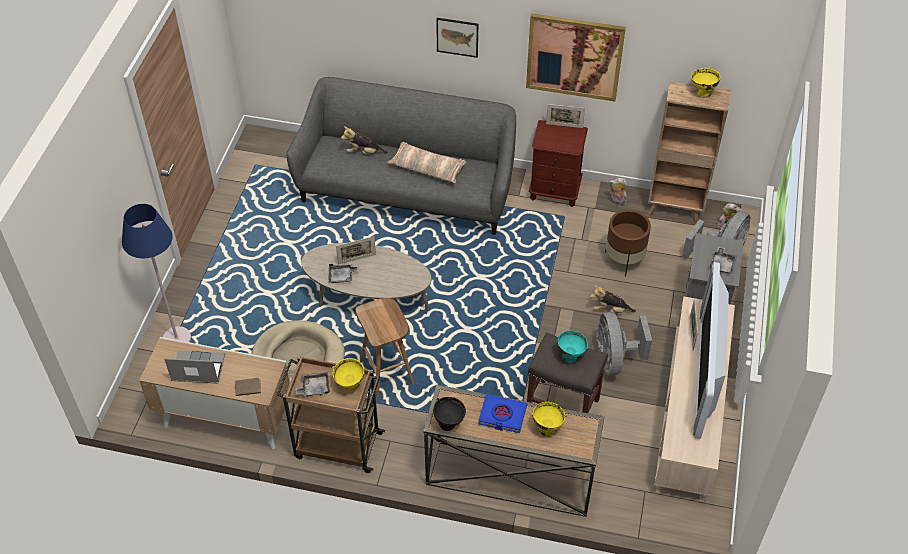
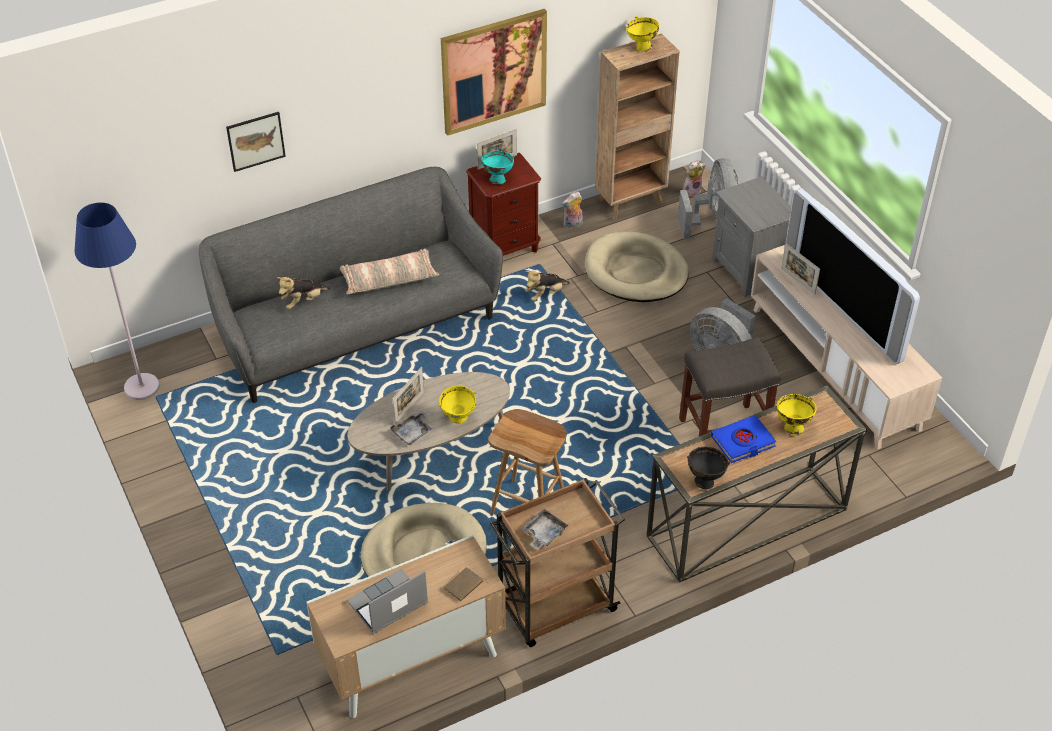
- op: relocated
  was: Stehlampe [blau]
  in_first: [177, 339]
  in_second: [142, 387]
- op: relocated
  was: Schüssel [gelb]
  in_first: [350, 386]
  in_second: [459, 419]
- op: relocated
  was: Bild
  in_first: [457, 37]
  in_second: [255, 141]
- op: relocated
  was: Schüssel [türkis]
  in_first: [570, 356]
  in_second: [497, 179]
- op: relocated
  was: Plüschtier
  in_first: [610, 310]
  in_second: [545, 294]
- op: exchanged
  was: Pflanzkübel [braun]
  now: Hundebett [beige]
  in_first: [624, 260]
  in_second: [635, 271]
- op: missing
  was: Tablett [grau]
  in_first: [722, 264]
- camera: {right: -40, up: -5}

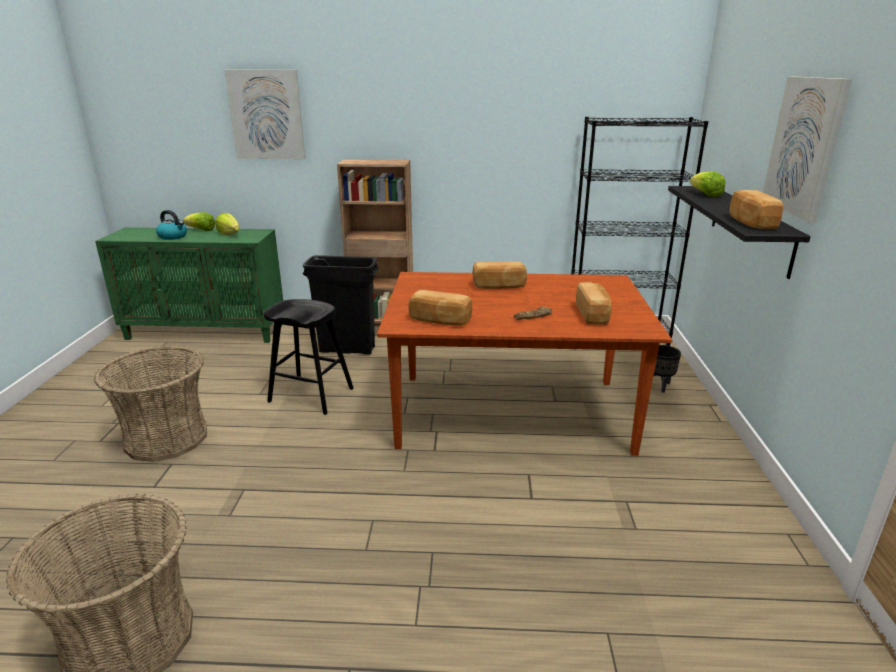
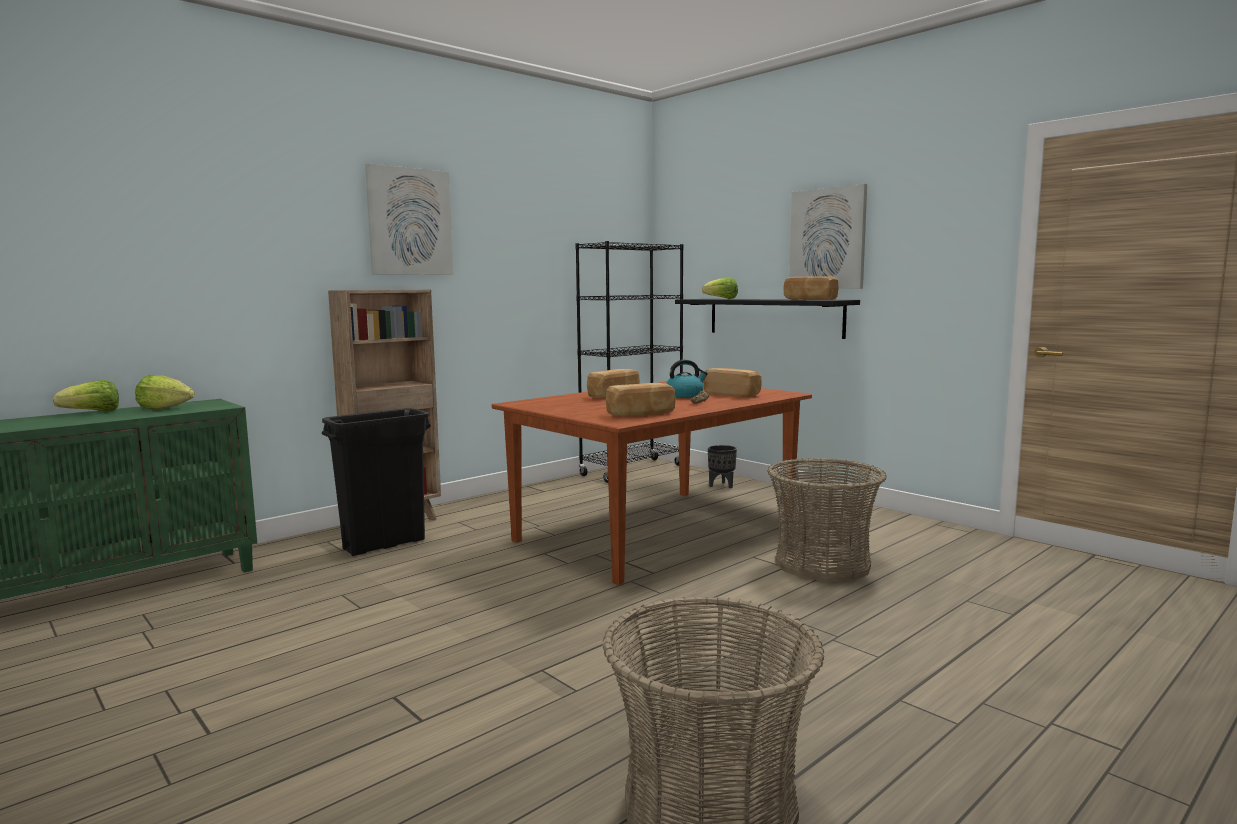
- op: relocated
  was: Korb
  in_first: [167, 438]
  in_second: [822, 564]
- op: relocated
  was: Wasserkessel
  in_first: [173, 237]
  in_second: [685, 395]
- op: relocated
  was: Bild
  in_first: [266, 115]
  in_second: [409, 221]
- op: missing
  was: Hocker [schwarz]
  in_first: [311, 395]
- camera: {right: -45, up: -15}

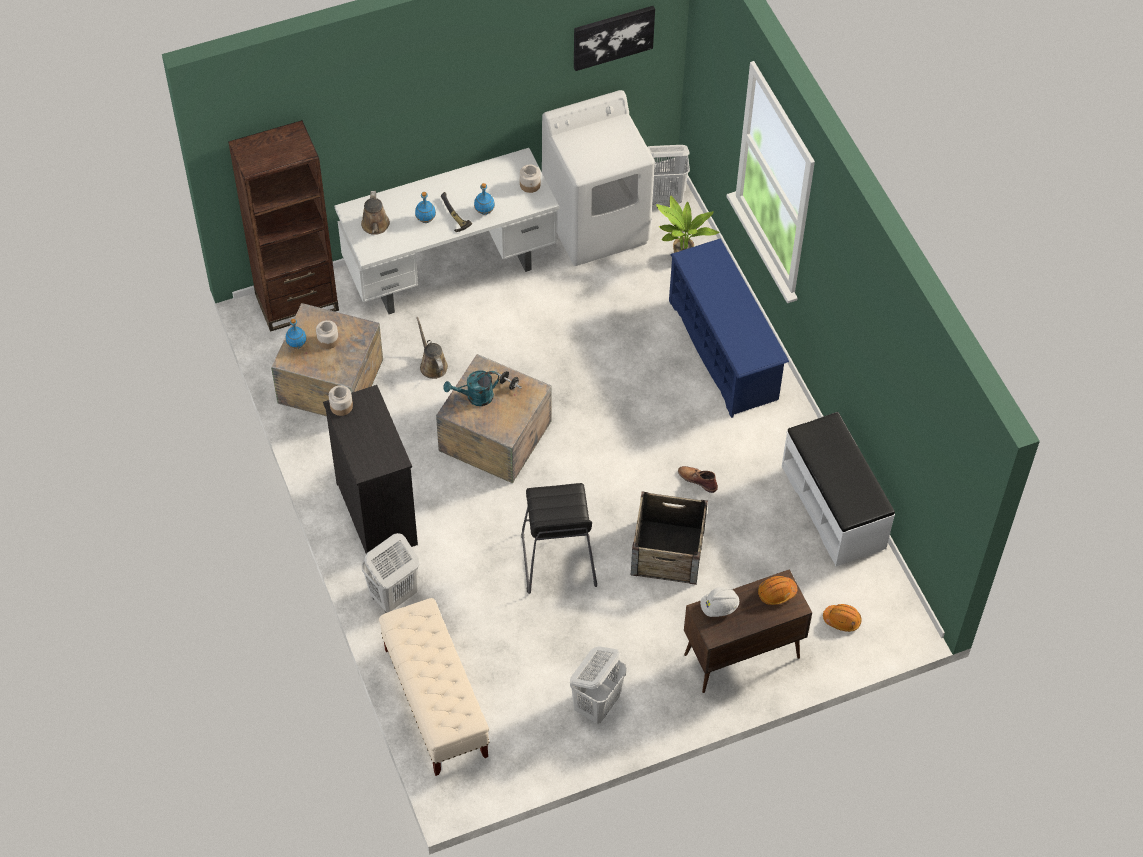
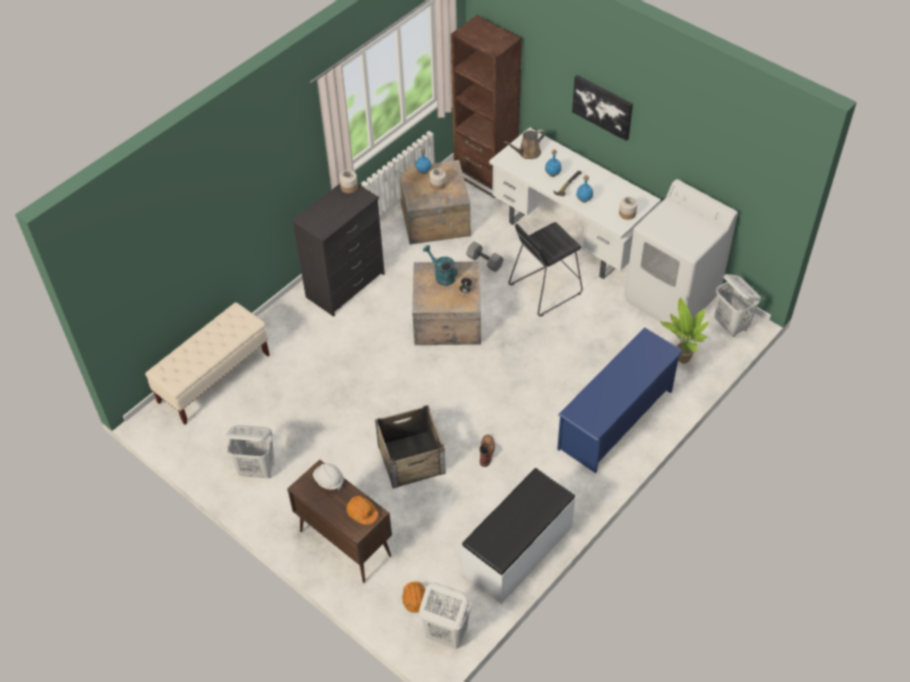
- op: relocated
  was: Wäschekorb [weiß]
  in_first: [393, 596]
  in_second: [446, 634]
- op: exchanged
  was: Gießkanne [braun]
  now: Hantel [grau]
  in_first: [432, 364]
  in_second: [484, 262]
- op: relocated
  was: Hocker [schwarz]
  in_first: [558, 560]
  in_second: [545, 289]
- op: relocated
  was: Bild
  in_first: [613, 36]
  in_second: [603, 106]
- camera: {right: 65, up: -5}

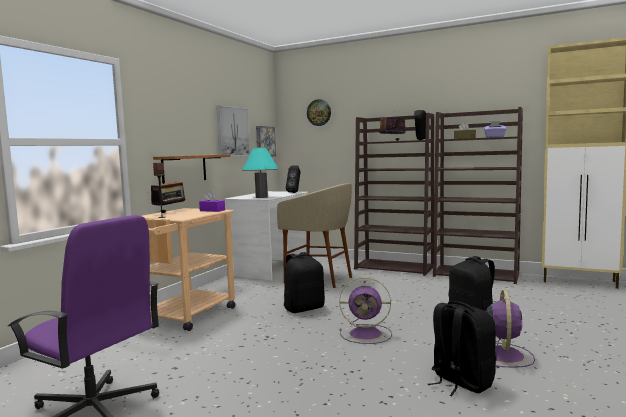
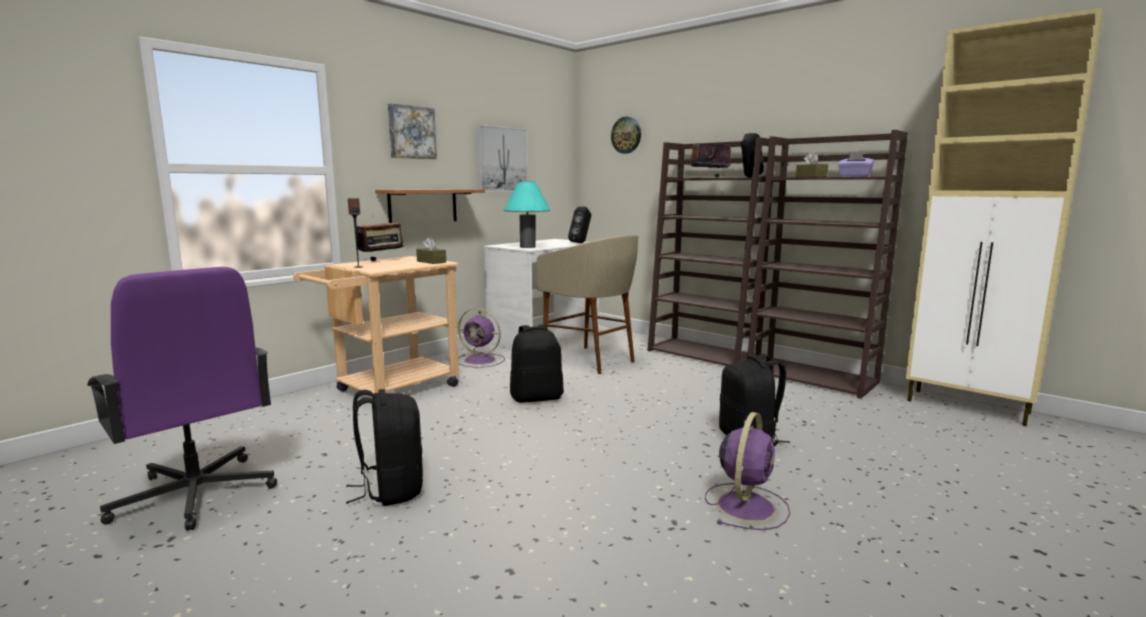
- op: colour
  was: Taschentuchbox [lila]
  now: Taschentuchbox [braun]
  in_first: [212, 210]
  in_second: [431, 262]
- op: relocated
  was: Bild
  in_first: [264, 141]
  in_second: [411, 132]
- op: relocated
  was: Ventilator [lila]
  in_first: [367, 334]
  in_second: [481, 360]
- op: relocated
  was: Rucksack [schwarz]
  in_first: [460, 382]
  in_second: [391, 490]
- camera: {right: 15, up: 5}

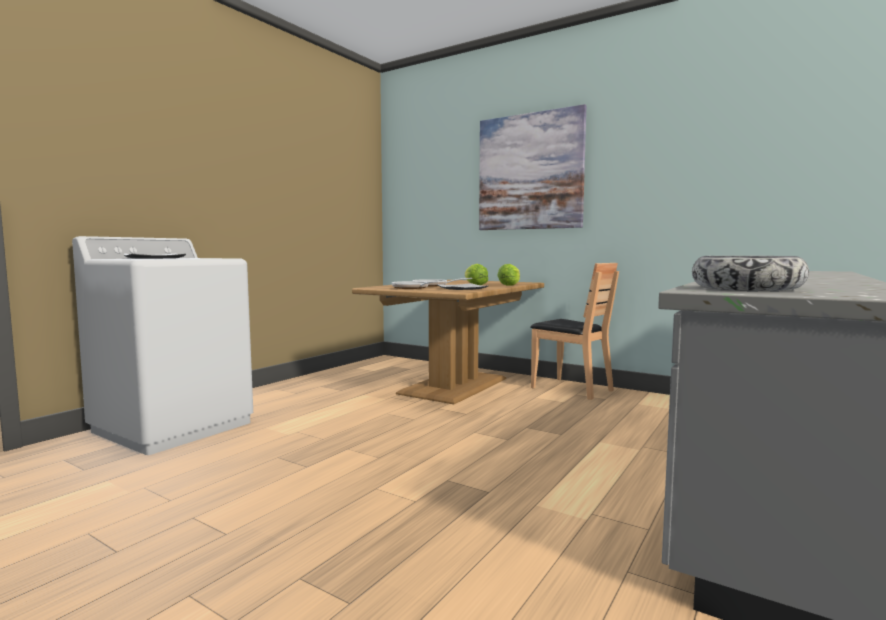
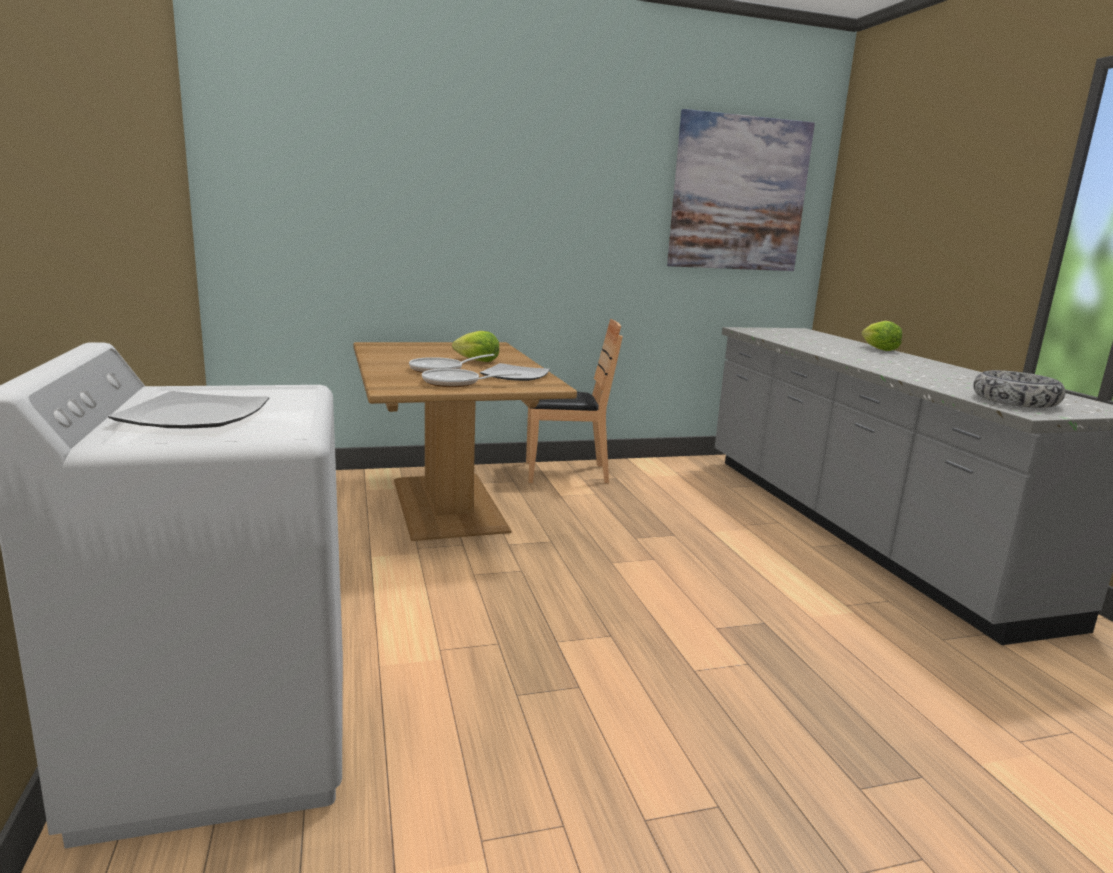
- op: relocated
  was: Bild
  in_first: [530, 172]
  in_second: [739, 194]
- op: relocated
  was: Salatkopf
  in_first: [510, 285]
  in_second: [878, 349]
- camera: {right: -50, up: 10}

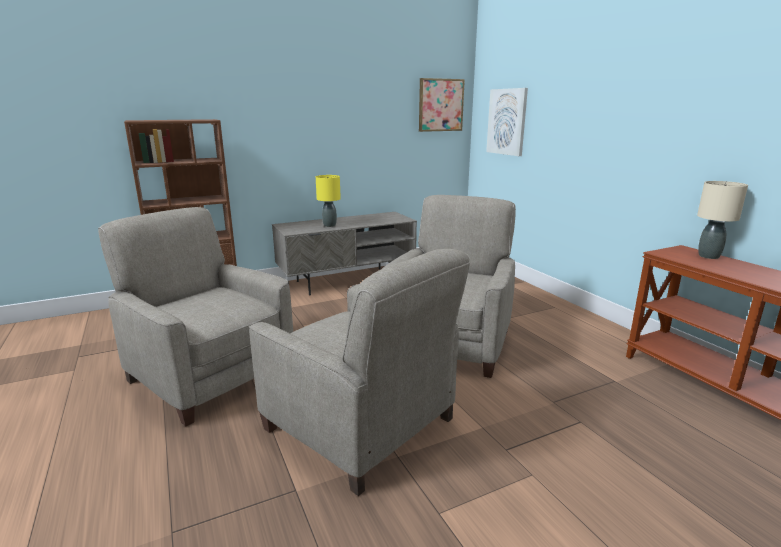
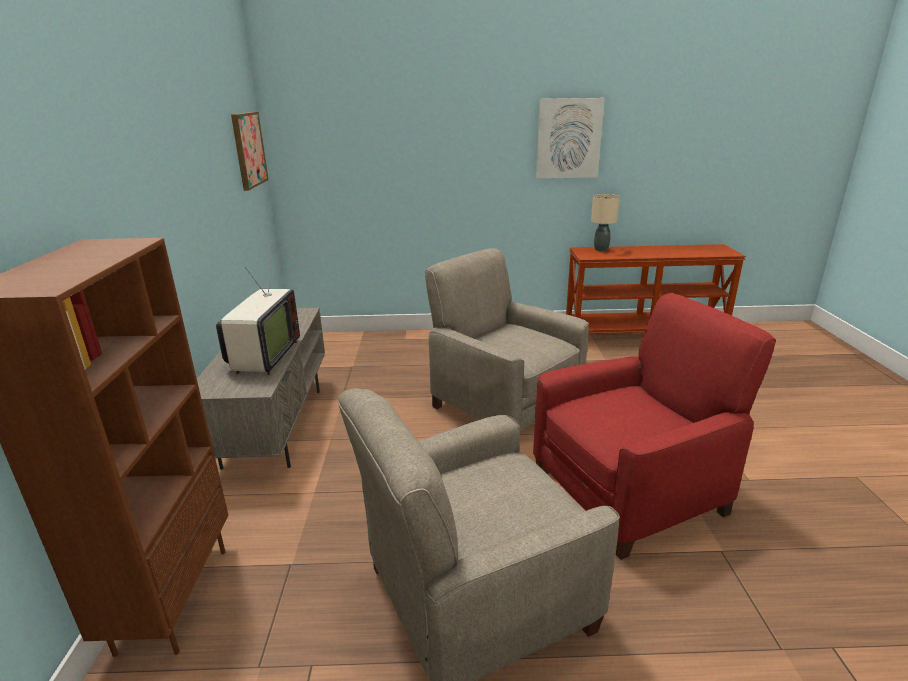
- op: colour
  was: Sessel [beige]
  now: Sessel [rot]
  in_first: [361, 425]
  in_second: [630, 491]
- op: exchanged
  was: Tischlampe [gelb]
  now: Fernseher
  in_first: [329, 225]
  in_second: [263, 357]
- op: relocated
  was: Bild
  in_first: [507, 122]
  in_second: [568, 138]
- camera: {right: -65, up: 5}

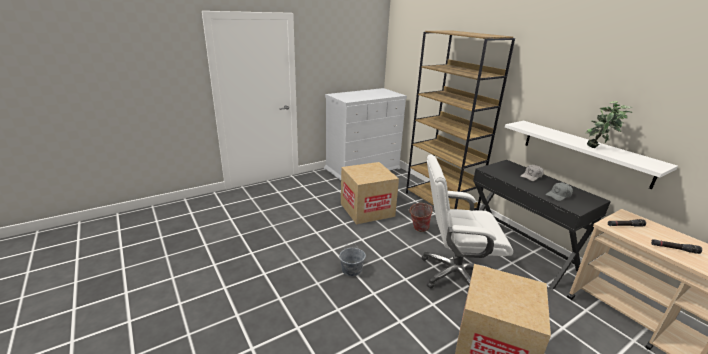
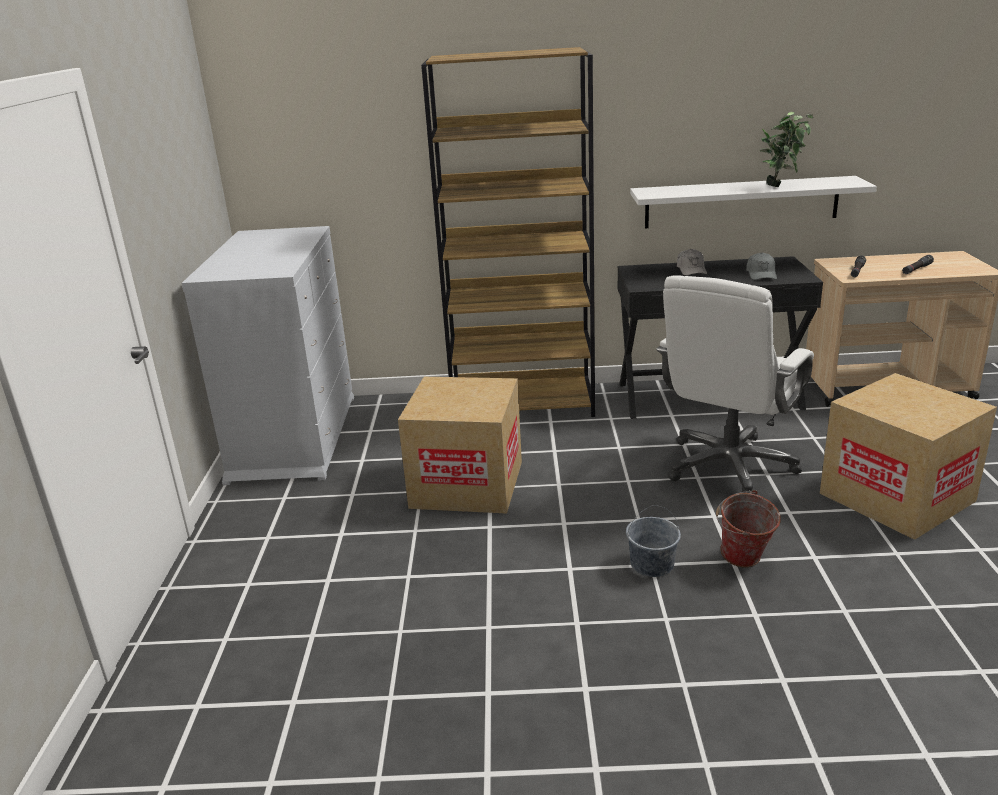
- op: relocated
  was: Eimer
  in_first: [418, 229]
  in_second: [743, 562]
- camera: {right: -55, up: 0}

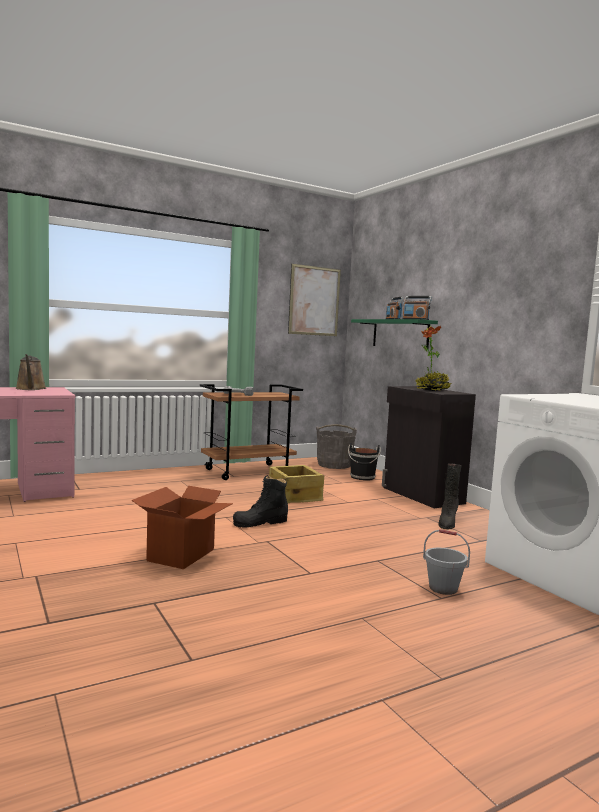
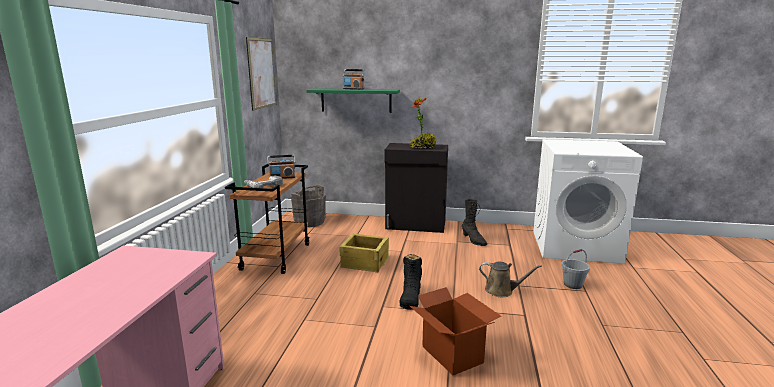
- op: relocated
  was: Gießkanne [braun]
  in_first: [30, 389]
  in_second: [502, 291]
- op: missing
  was: Eimer [schwarz]
  in_first: [362, 477]
- op: relocated
  was: Radio
  in_first: [415, 319]
  in_second: [282, 177]
- camera: {right: -50, up: 10}

